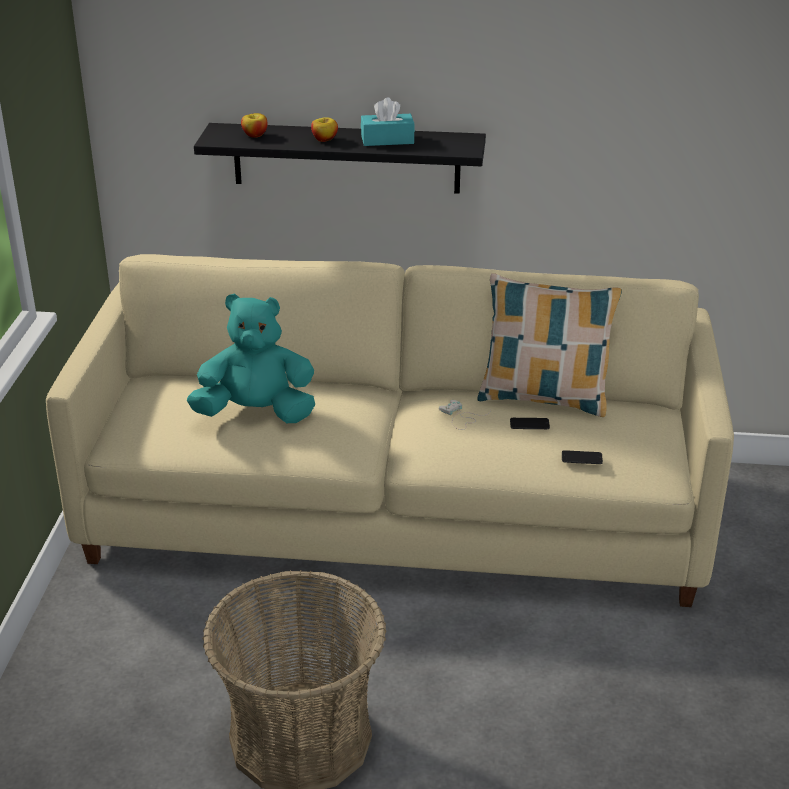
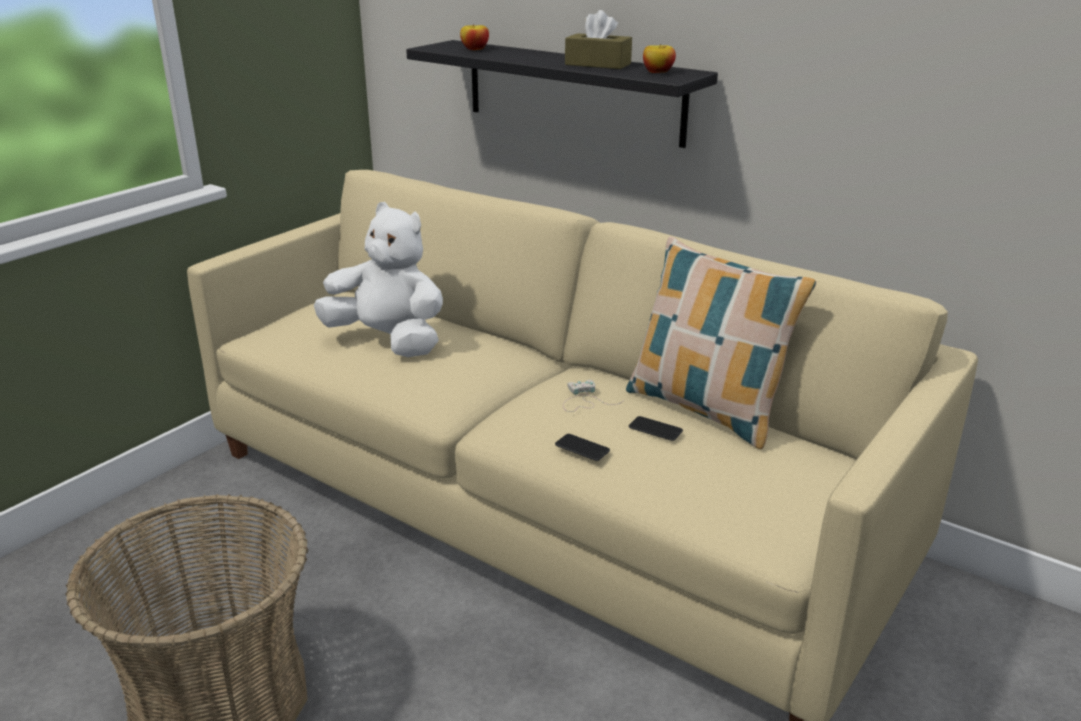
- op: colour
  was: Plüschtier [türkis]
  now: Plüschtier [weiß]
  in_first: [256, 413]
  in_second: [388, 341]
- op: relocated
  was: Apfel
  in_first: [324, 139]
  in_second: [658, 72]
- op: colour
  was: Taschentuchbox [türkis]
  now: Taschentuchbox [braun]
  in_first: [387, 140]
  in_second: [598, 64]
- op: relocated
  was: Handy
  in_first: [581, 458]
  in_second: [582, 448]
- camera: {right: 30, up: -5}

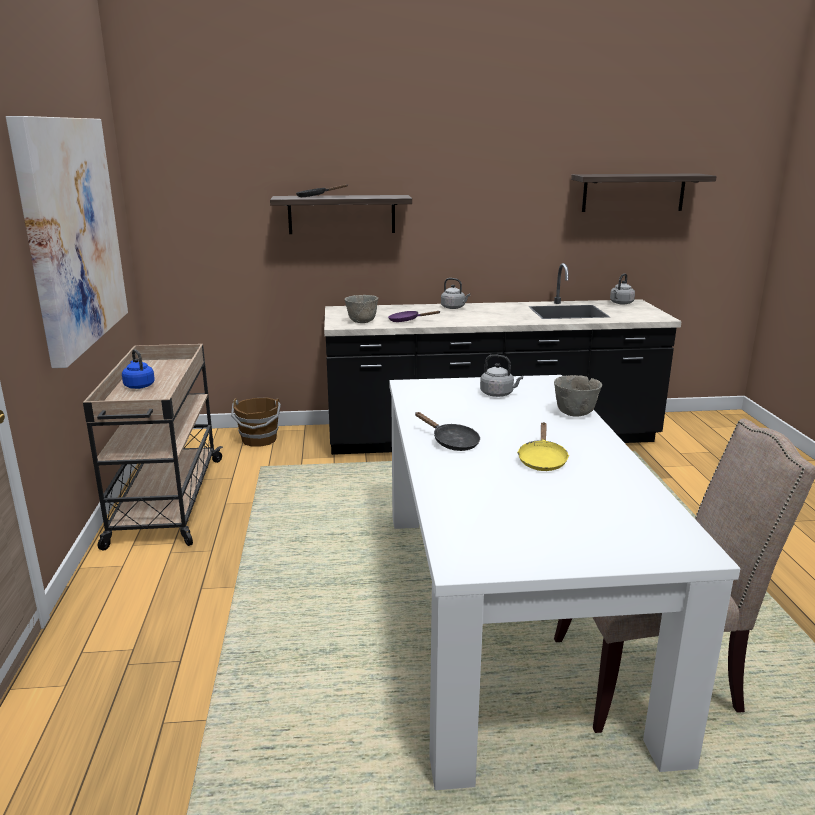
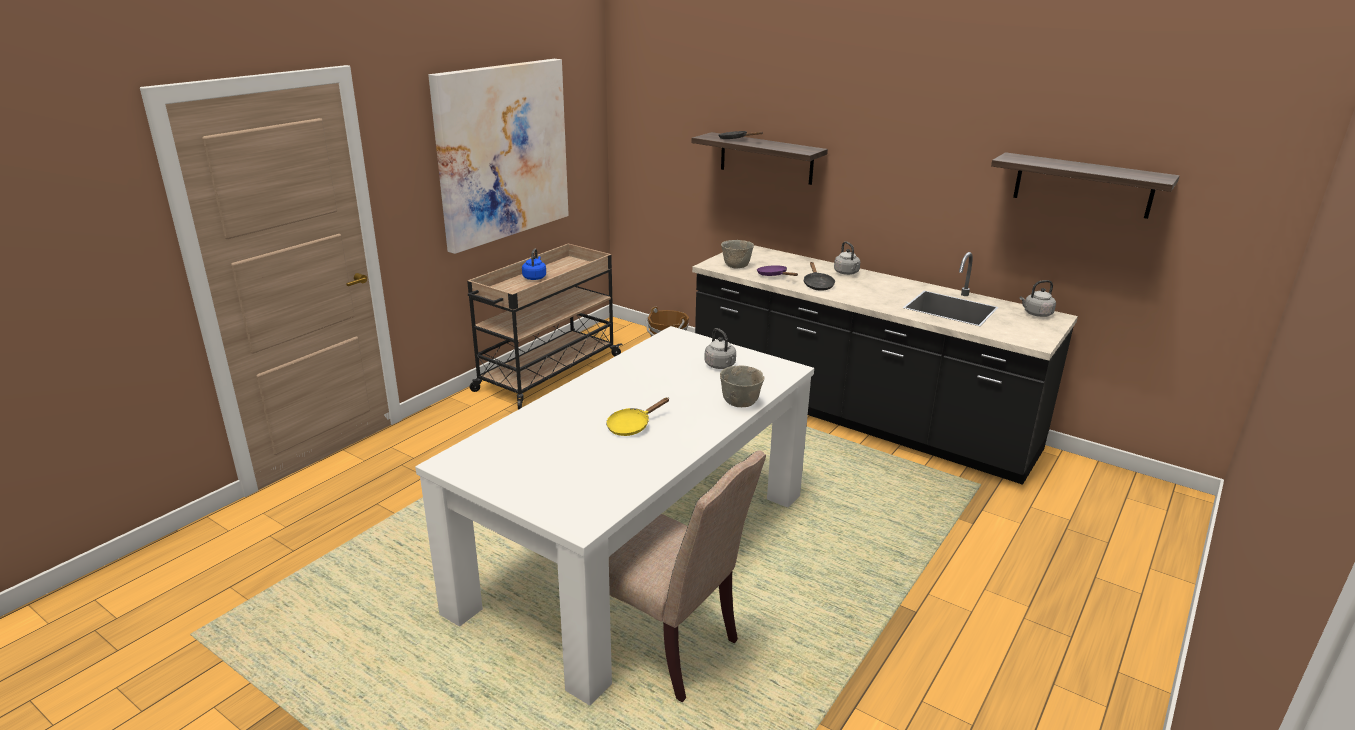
- op: relocated
  was: Pfanne [schwarz]
  in_first: [452, 442]
  in_second: [817, 285]
- camera: {right: 40, up: 5}

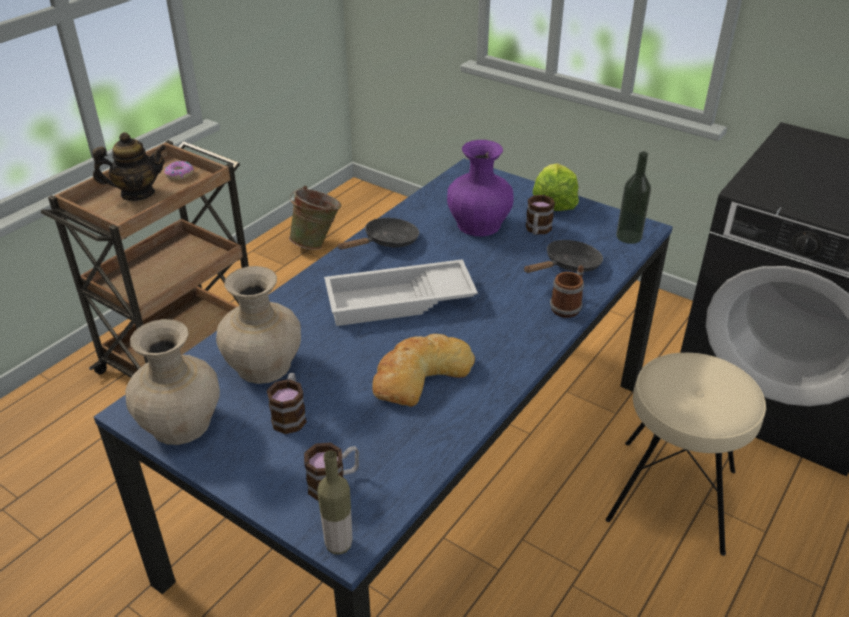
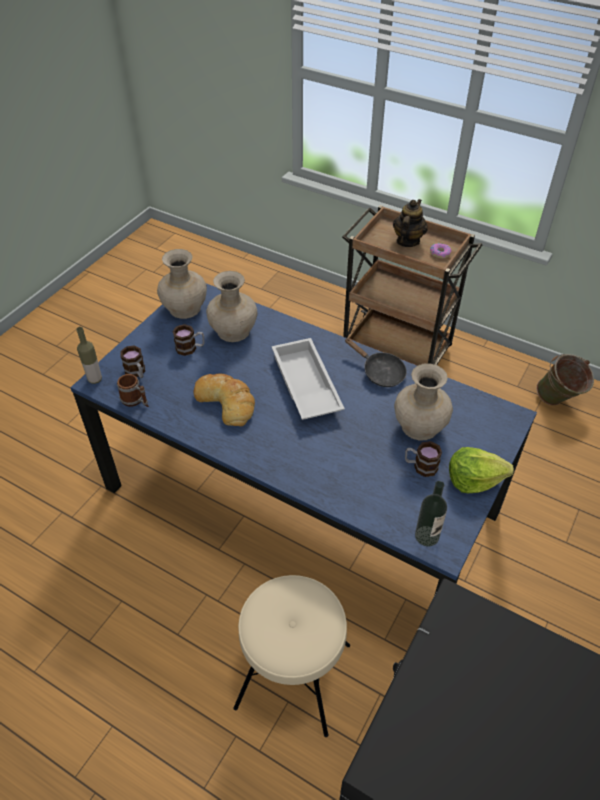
- op: spun
  was: Teekanne
  in_first: [137, 193]
  in_second: [407, 241]
  clockwise: -135
- op: colour
  was: Vase [lila]
  now: Vase [beige]
  in_first: [477, 224]
  in_second: [419, 425]
- op: missing
  was: Pfanne [schwarz]
  in_first: [568, 266]
- op: relocated
  was: Henkelbecher
  in_first: [568, 306]
  in_second: [135, 401]
- camera: {right: 85, up: 10}

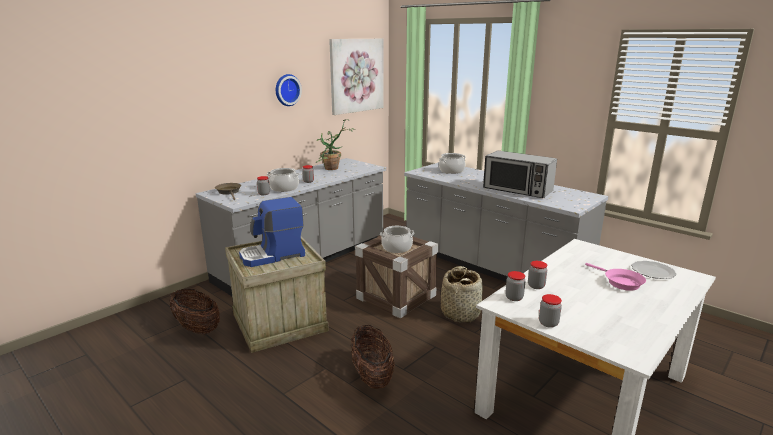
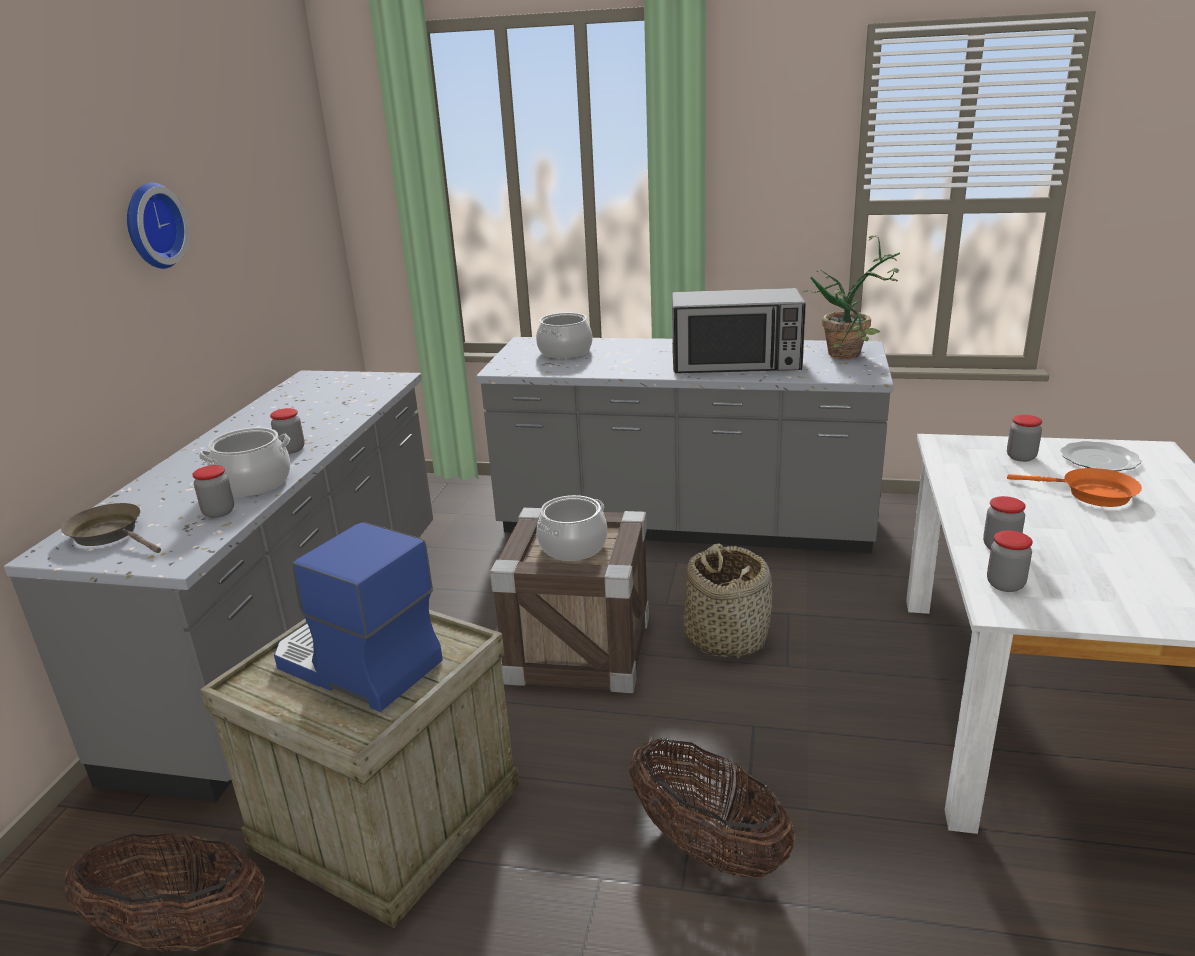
- op: spun
  was: Kaffeemaschine
  in_first: [273, 255]
  in_second: [356, 665]
  clockwise: 90
- op: relocated
  was: Topfpflanze
  in_first: [332, 169]
  in_second: [853, 355]
- op: missing
  was: Bild
  in_first: [356, 75]
- op: relocated
  was: Vorratsglas
  in_first: [548, 323]
  in_second: [1021, 457]
- op: colour
  was: Pfanne [rosa]
  now: Pfanne [orange]
  in_first: [620, 282]
  in_second: [1091, 494]
- camera: {right: -30, up: 5}

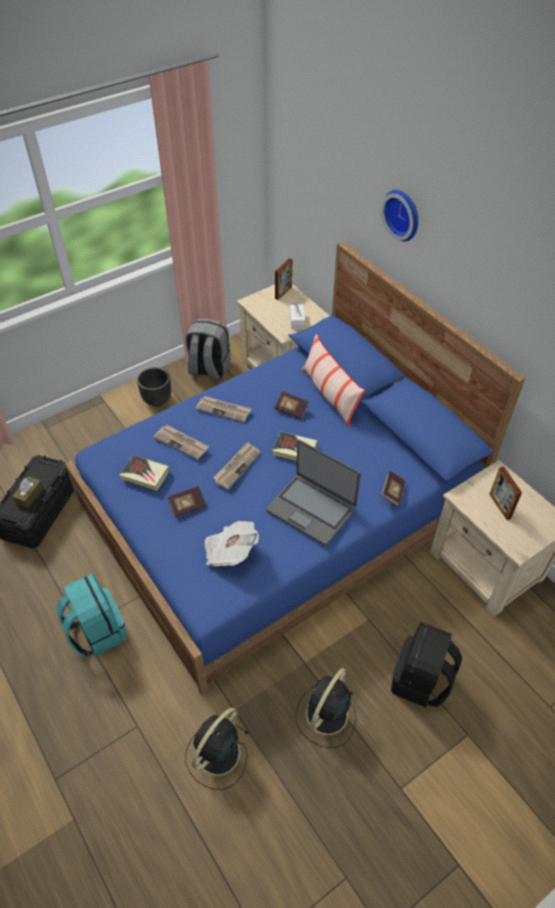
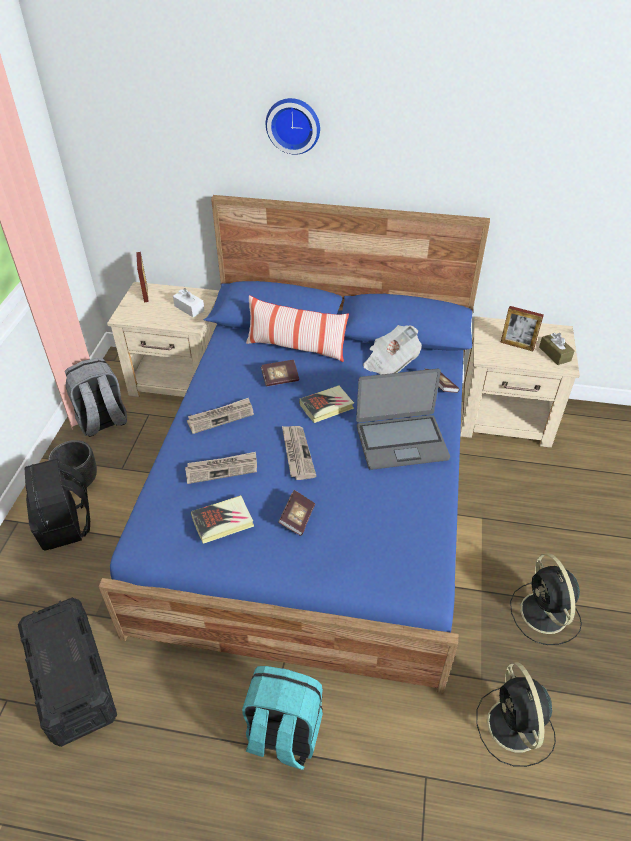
- op: relocated
  was: Taschentuchbox [braun]
  in_first: [29, 495]
  in_second: [554, 354]
- op: relocated
  was: Zeitung
  in_first: [230, 551]
  in_second: [390, 362]
- op: relocated
  was: Rucksack [schwarz]
  in_first: [420, 681]
  in_second: [66, 525]
- camera: {right: -45, up: -5}

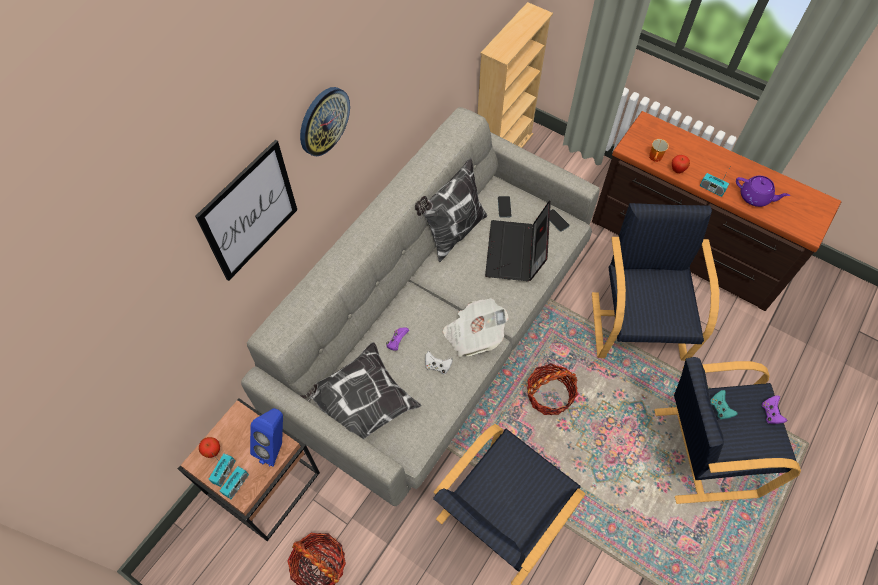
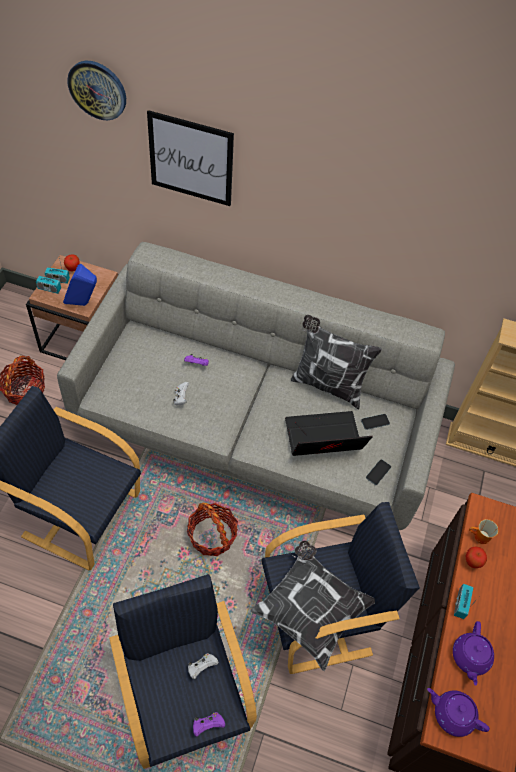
- op: relocated
  was: Wanduhr
  in_first: [323, 121]
  in_second: [97, 90]
- op: relocated
  was: Kissen
  in_first: [359, 404]
  in_second: [310, 609]
- op: missing
  was: Zeitung
  in_first: [473, 335]
- op: colour
  was: Gamepad [türkis]
  now: Gamepad [weiß]
  in_first: [720, 408]
  in_second: [201, 667]
- op: appeared
  now: Teekanne [lila]
  in_second: [452, 714]
- camera: {right: 70, up: -5}

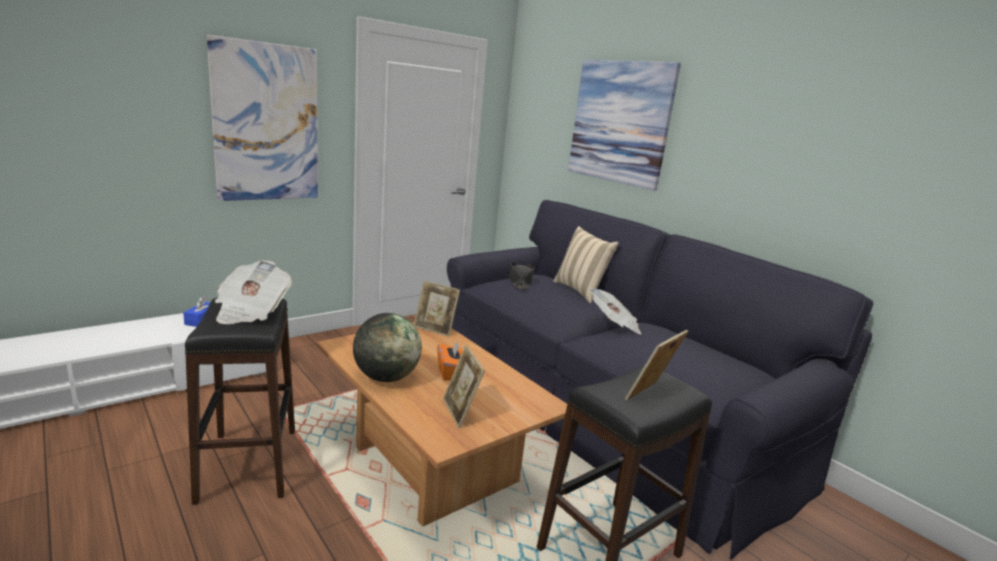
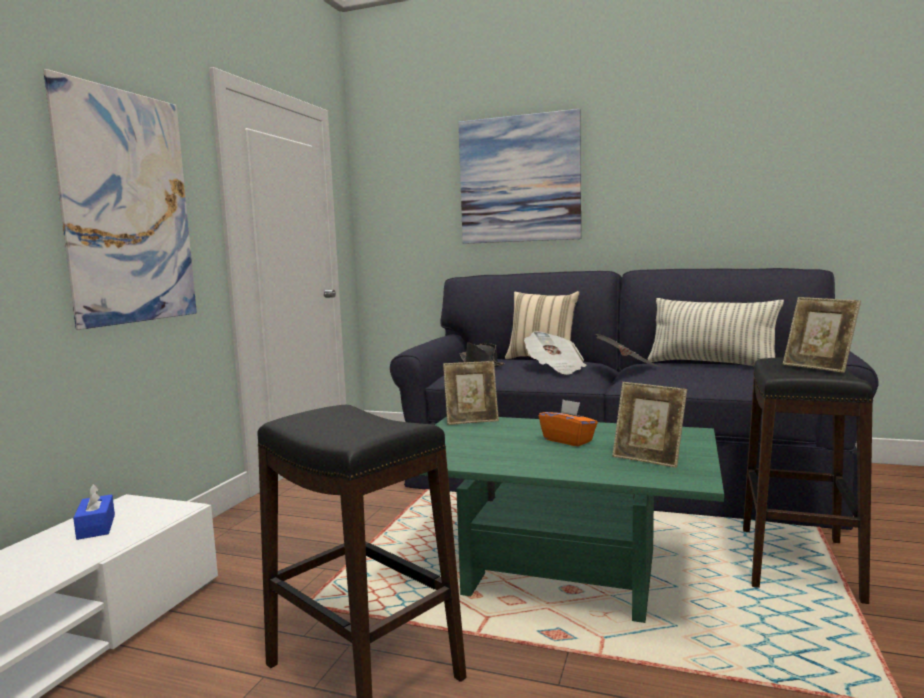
- op: relocated
  was: Zeitung
  in_first: [251, 311]
  in_second: [555, 369]
- op: colour
  was: Couchtisch [braun]
  now: Couchtisch [grün]
  in_first: [430, 465]
  in_second: [558, 575]
- op: missing
  was: Globus
  in_first: [386, 377]
- op: spun
  was: Bilderrahmen
  in_first: [650, 395]
  in_second: [818, 367]
  clockwise: -45
- op: appeared
  now: Kissen
  in_second: [711, 365]
- camera: {right: -30, up: -10}

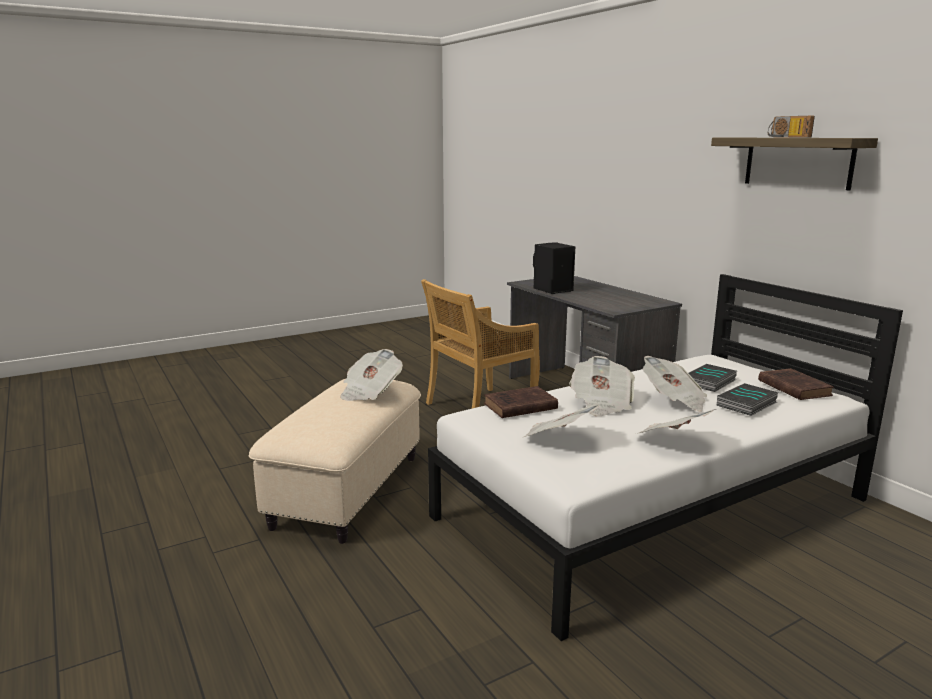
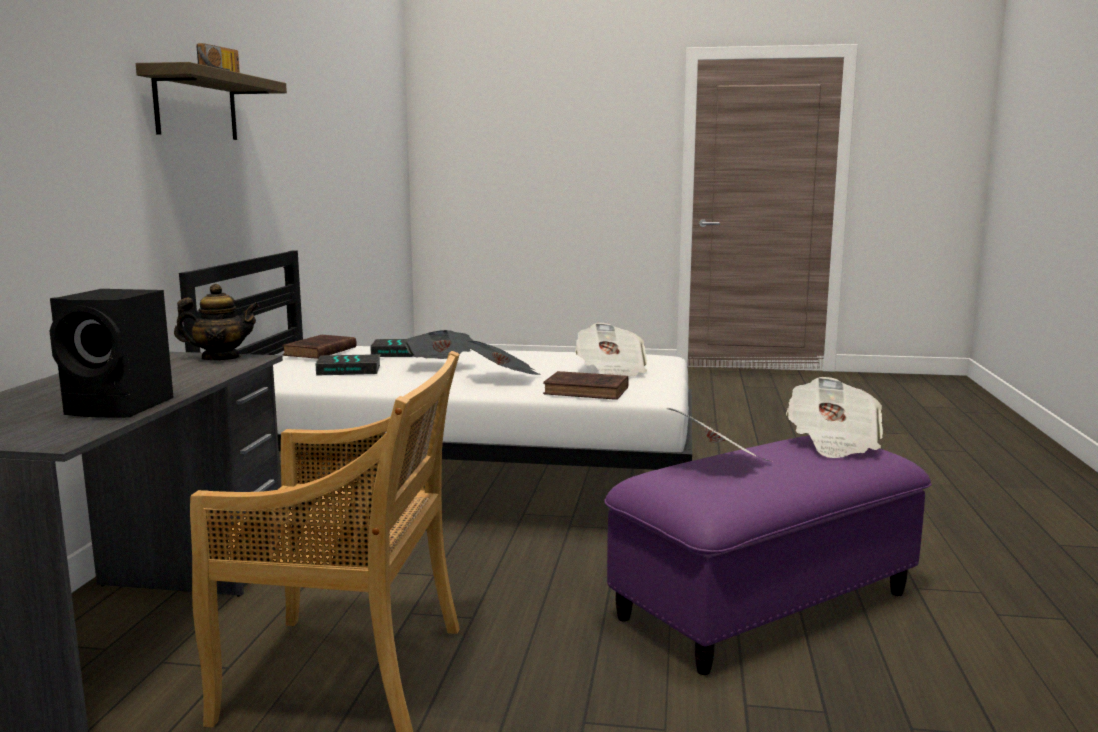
- op: colour
  was: Polsterhocker [beige]
  now: Polsterhocker [lila]
  in_first: [347, 490]
  in_second: [766, 607]
- op: relocated
  was: Zeitung
  in_first: [671, 441]
  in_second: [833, 443]
- op: appeared
  now: Teekanne
  in_second: [220, 358]
- camera: {right: -140, up: -5}

